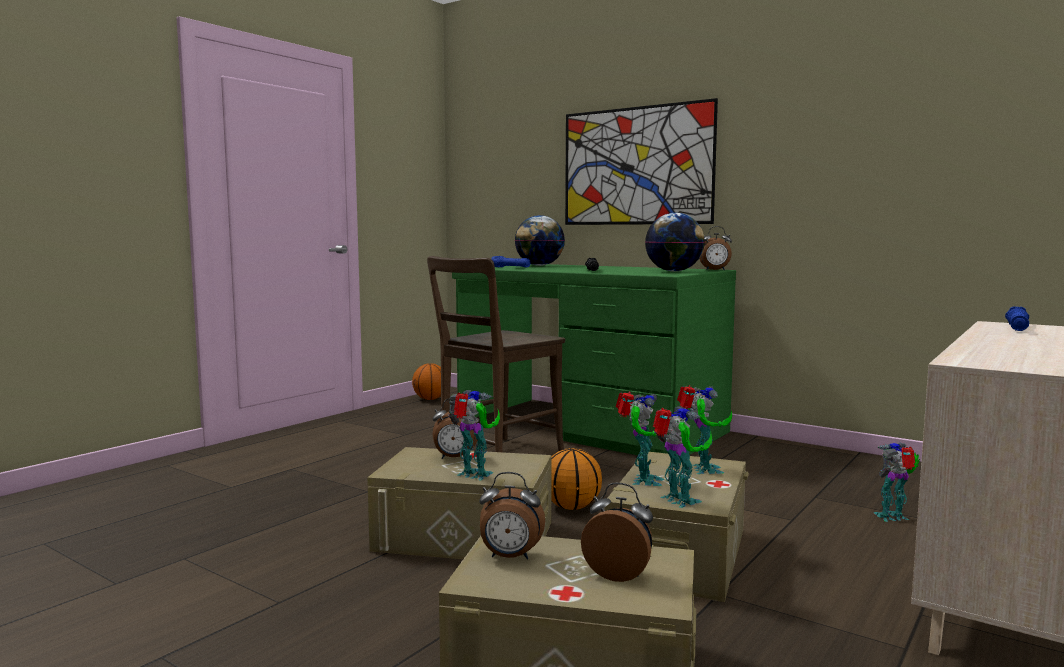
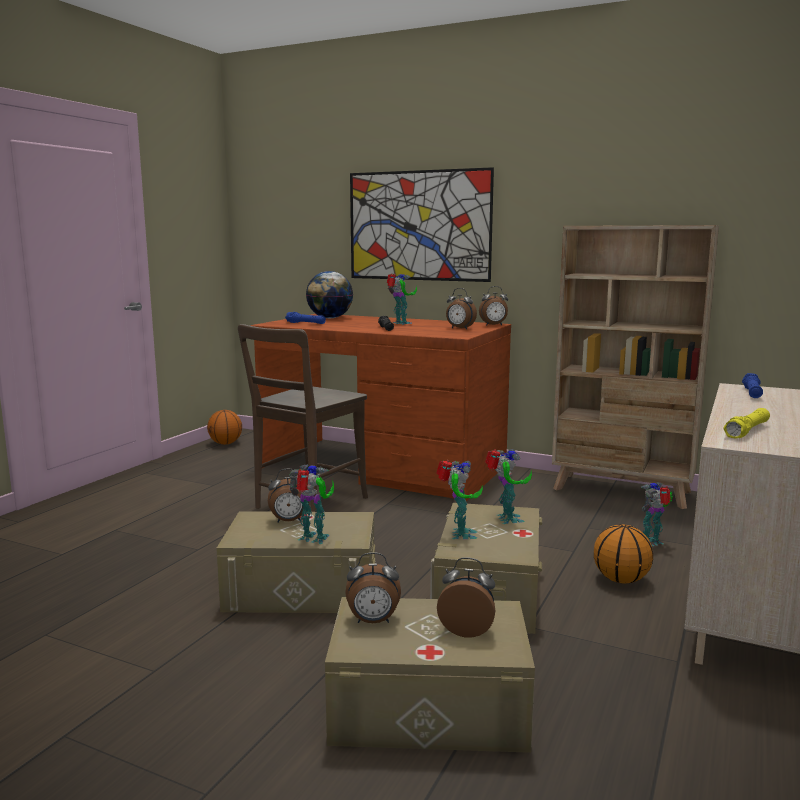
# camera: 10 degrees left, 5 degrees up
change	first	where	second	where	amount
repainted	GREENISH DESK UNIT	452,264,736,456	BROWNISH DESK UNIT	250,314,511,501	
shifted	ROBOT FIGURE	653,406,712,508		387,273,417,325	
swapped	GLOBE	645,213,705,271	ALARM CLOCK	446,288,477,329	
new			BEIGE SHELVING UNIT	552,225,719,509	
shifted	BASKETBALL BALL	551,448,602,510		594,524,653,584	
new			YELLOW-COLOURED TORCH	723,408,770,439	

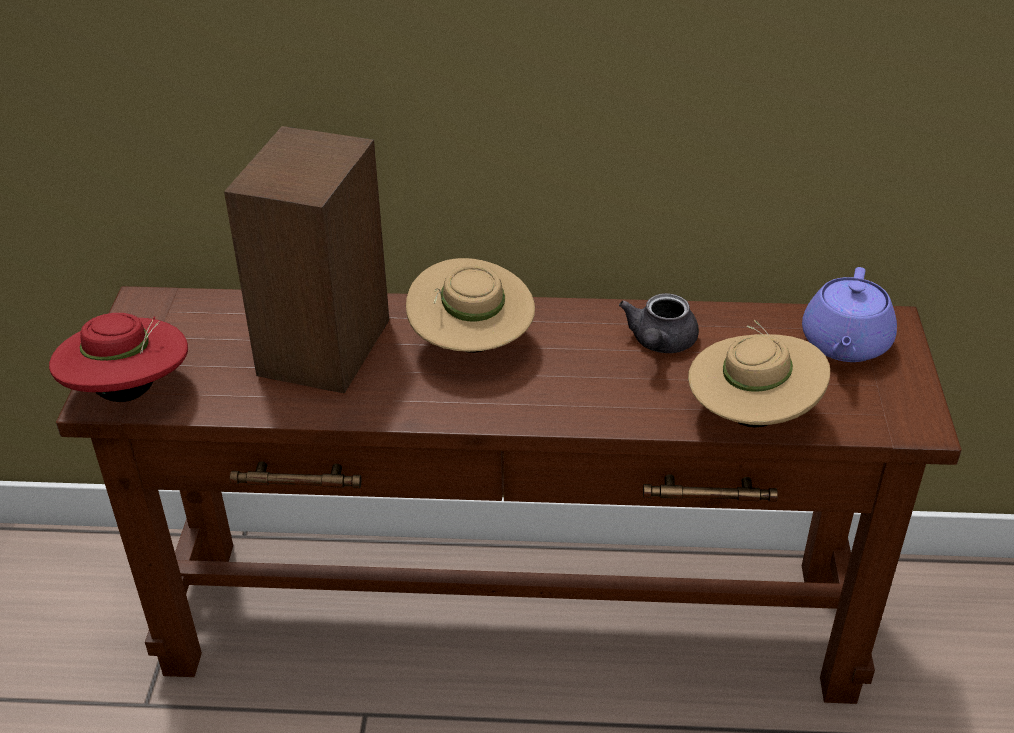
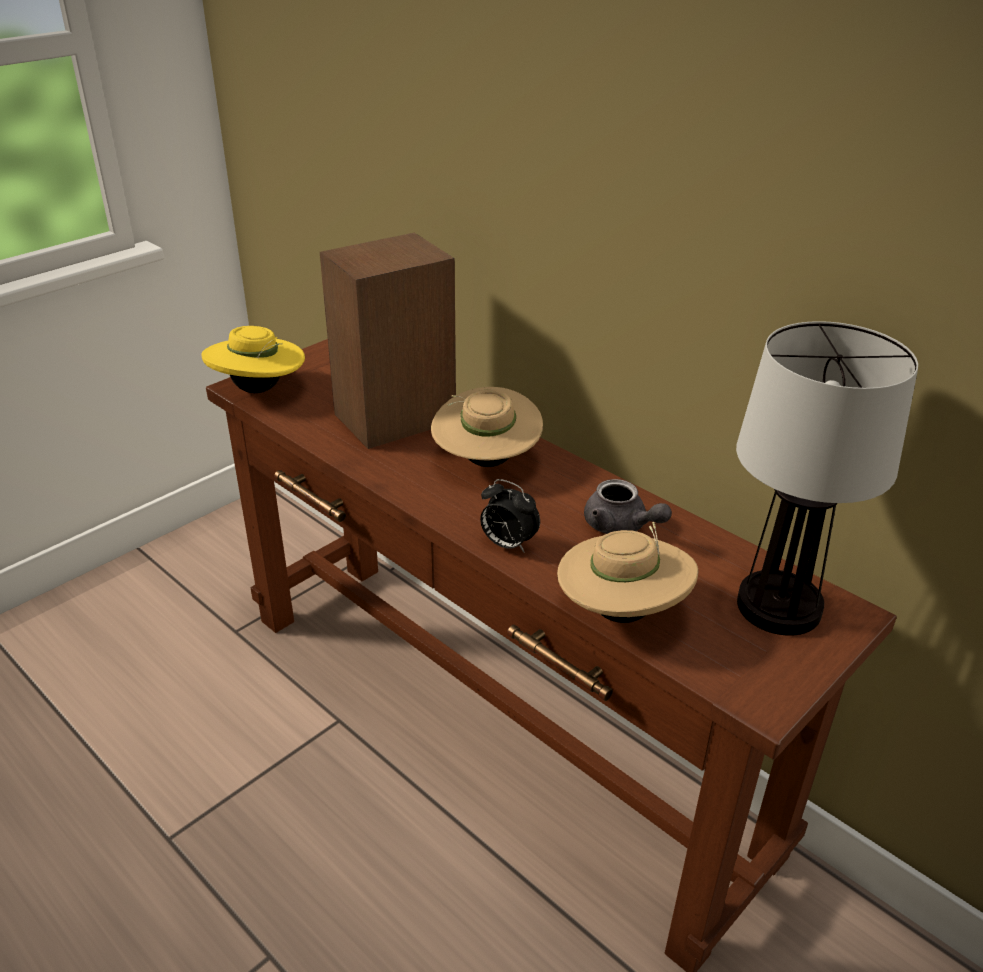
# camera: 40 degrees right, 5 degrees down
change	first	where	second	where	amount
repainted	RED WEARABLE HAT	49,313,188,402	YELLOW-COLOURED WEARABLE HAT	201,326,305,393	
new			ALARM CLOCK	480,479,540,553	
rotated	GREY TEA POT	619,293,699,353		584,479,672,534	105 degrees counterclockwise
swapped	PURPLE-COLOURED TEA POT	802,267,897,362	TABLETOP LAMP	736,321,918,636	

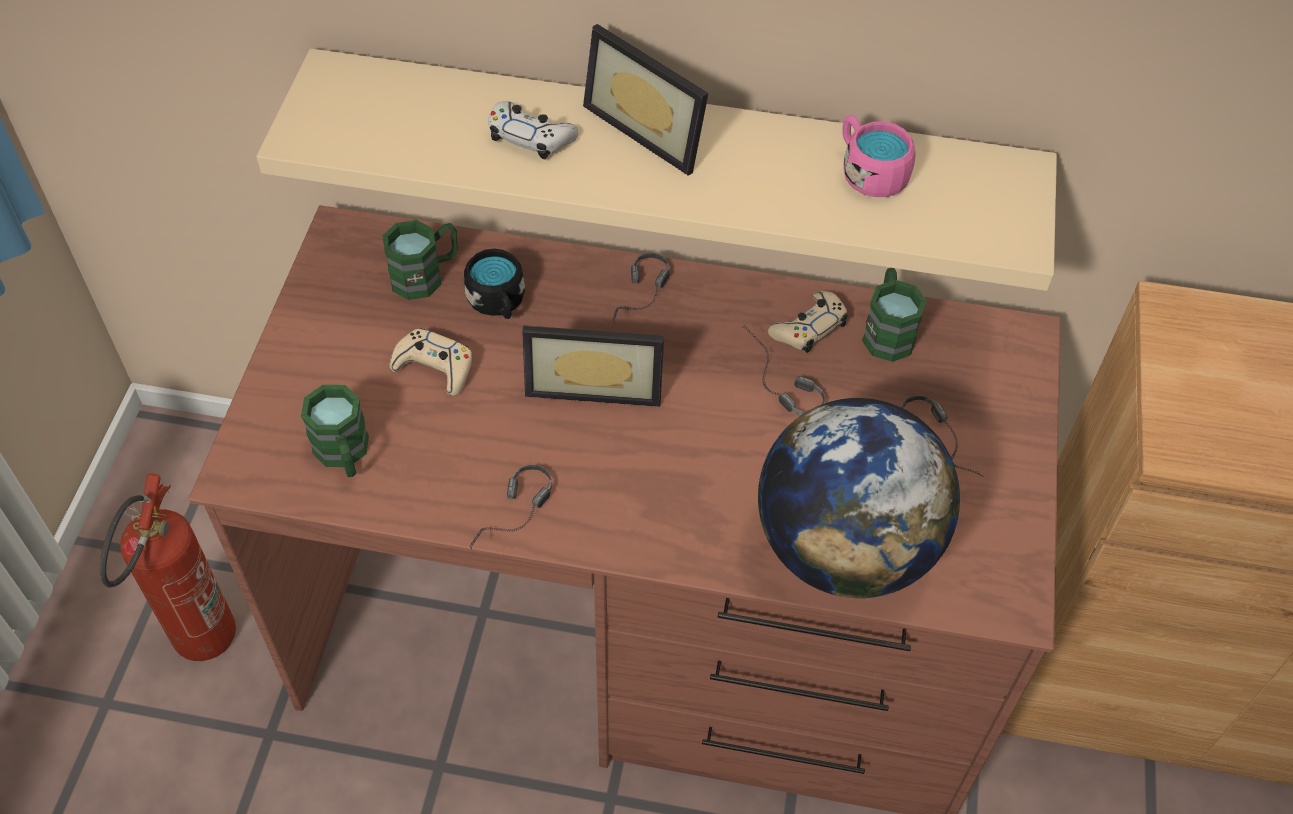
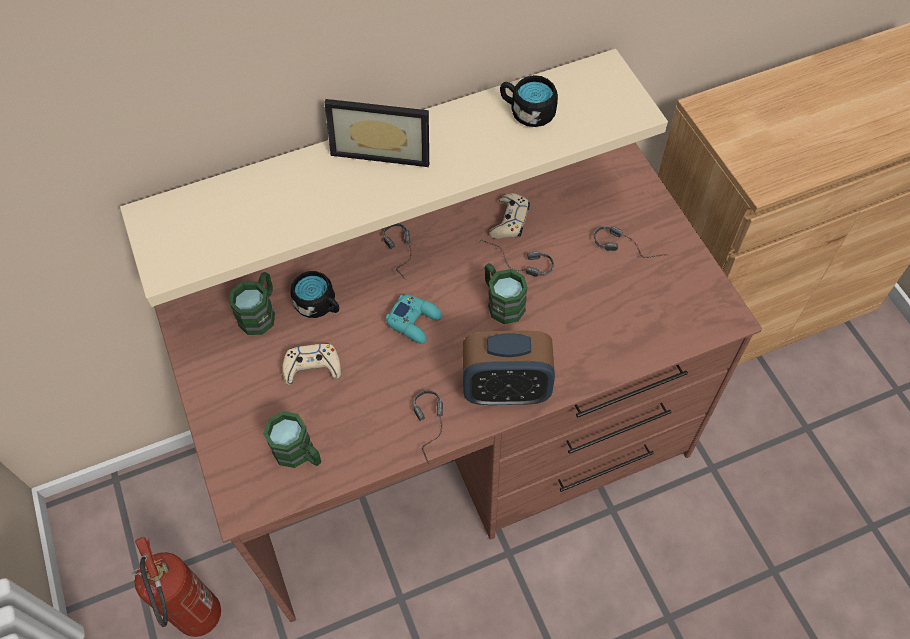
# camera: 30 degrees left, 5 degrees up
change	first	where	second	where	amount
swapped	STANDING FRAME	522,325,664,407	TURQUOISE-COLOURED GAMEPAD	386,294,442,344	
new			ALARM CLOCK	463,330,555,405	
shifted	GREENISH TEA MUG	862,268,927,362		484,263,528,324	
repainted	PINK TEA MUG	842,115,916,197	BLACK TEA MUG	500,75,558,127	
gone	WHITE-COLOURED GAMEPAD	488,101,578,159			
gone	GLOBE	758,398,960,598			

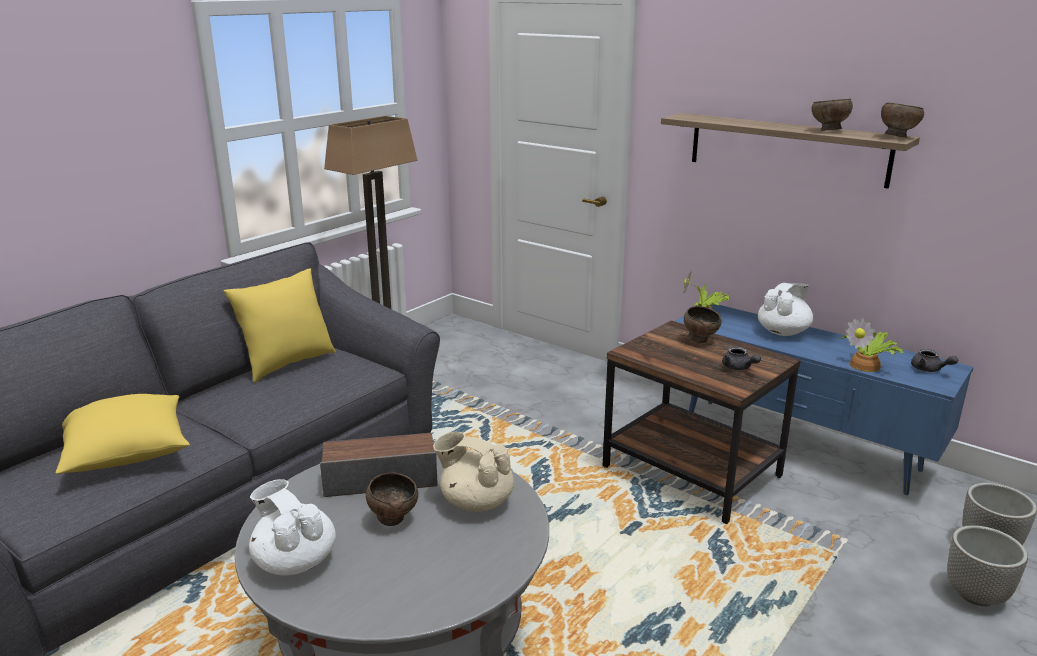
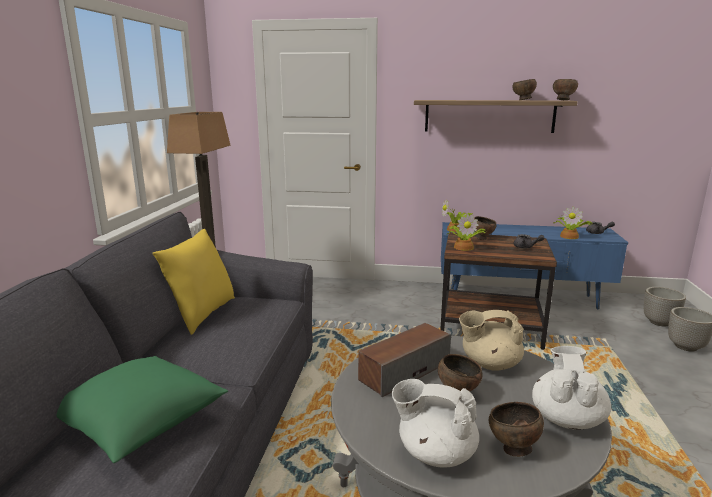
# camera: 30 degrees left, 5 degrees down
change	first	where	second	where	amount
repainted	YELLOW-COLOURED CUSHION	56,394,190,474	GREENISH CUSHION	57,356,228,463	
new			PLANT IN A POT	447,214,487,251	
new			BROWNISH DEEP DISH	489,402,544,457	
shifted	WHITE-COLOURED TEA POT	758,283,813,336		532,346,611,430	

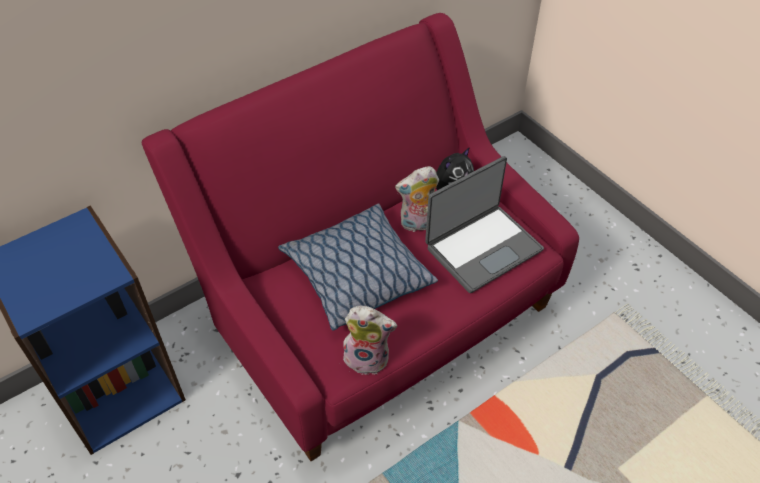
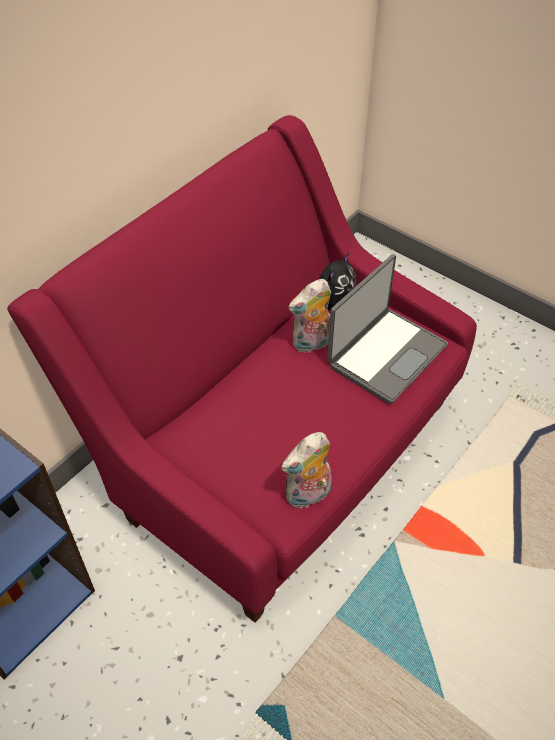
# camera: 15 degrees left, 0 degrees up
change	first	where	second	where	amount
rotated	SOFT TOY	343,305,397,375		281,432,332,508	150 degrees clockwise
gone	CUSHION	278,203,438,331			

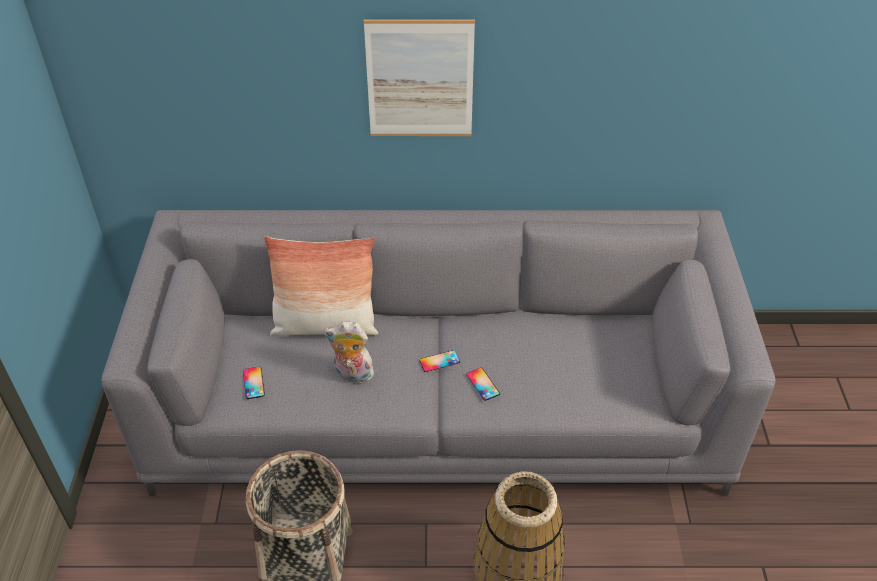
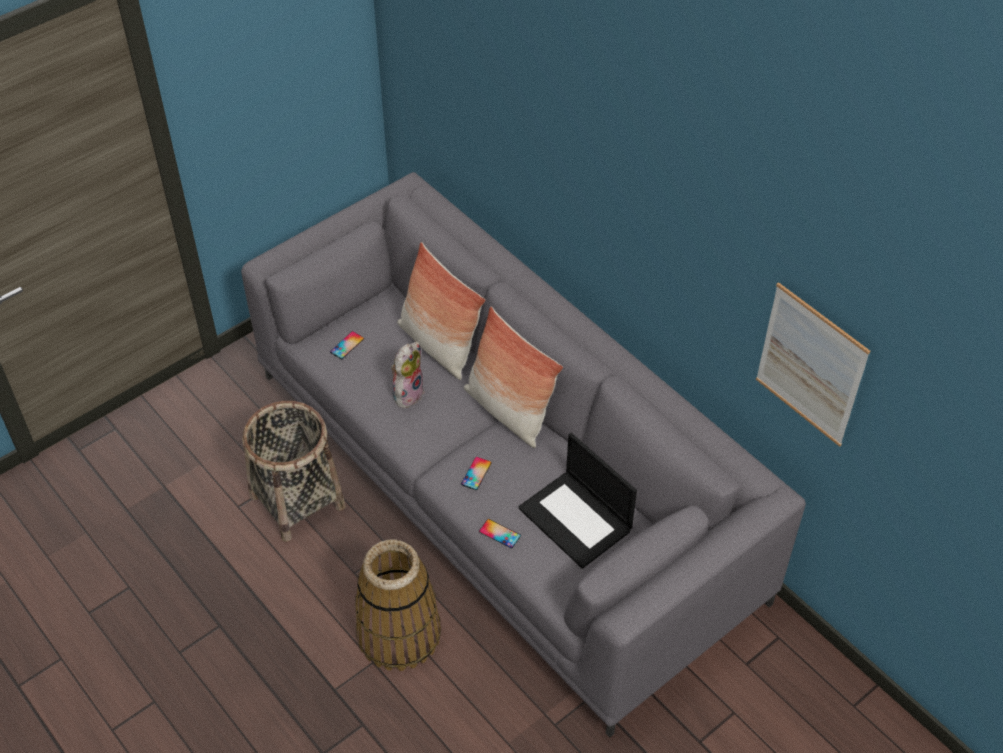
# camera: 50 degrees right, 5 degrees up
change	first	where	second	where	amount
rotated	SOFT TOY	324,322,374,384		391,342,425,408	60 degrees clockwise
new			CUSHION	464,306,563,448	
shifted	HANDSET	419,350,460,372		479,519,521,548	
new			NOTEBOOK COMPUTER	518,433,637,569	
shifted	WALL ART	364,19,475,136		756,282,870,447	

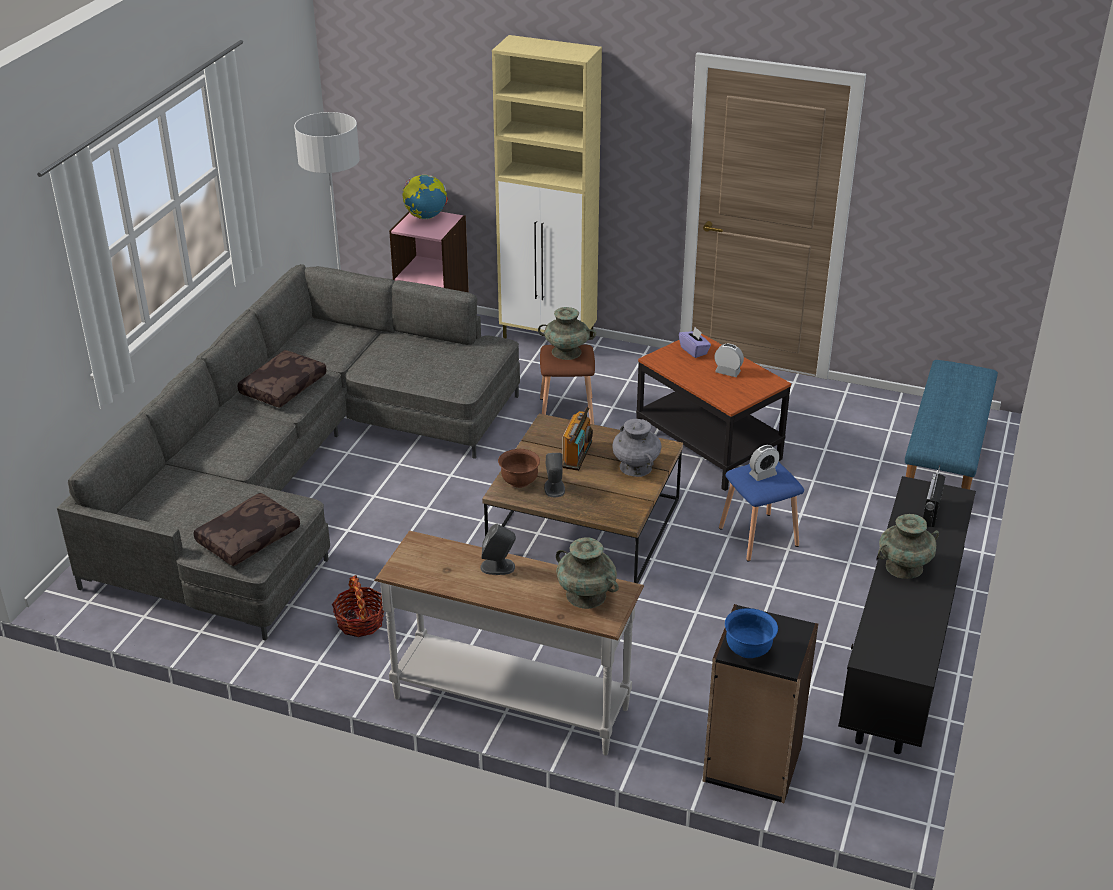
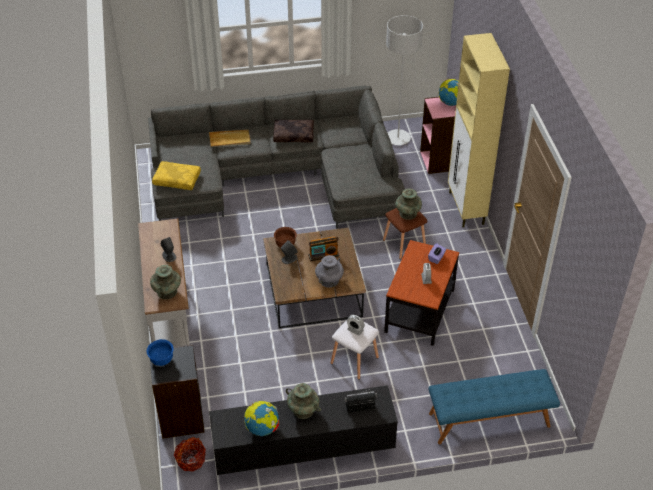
# camera: 60 degrees right, 10 degrees up
change	first	where	second	where	amount
repainted	BROWNISH CUSHION	194,493,300,566	YELLOW-COLOURED CUSHION	152,161,201,190	
shifted	STORAGE BASKET	332,575,384,637		174,437,206,471	
new			BEIGE TRAY	209,130,251,147	
new			GLOBE	244,401,279,436	
repainted	BLUE SITTING STOOL	719,462,804,562	WHITE-COLOURED SITTING STOOL	331,320,379,380	

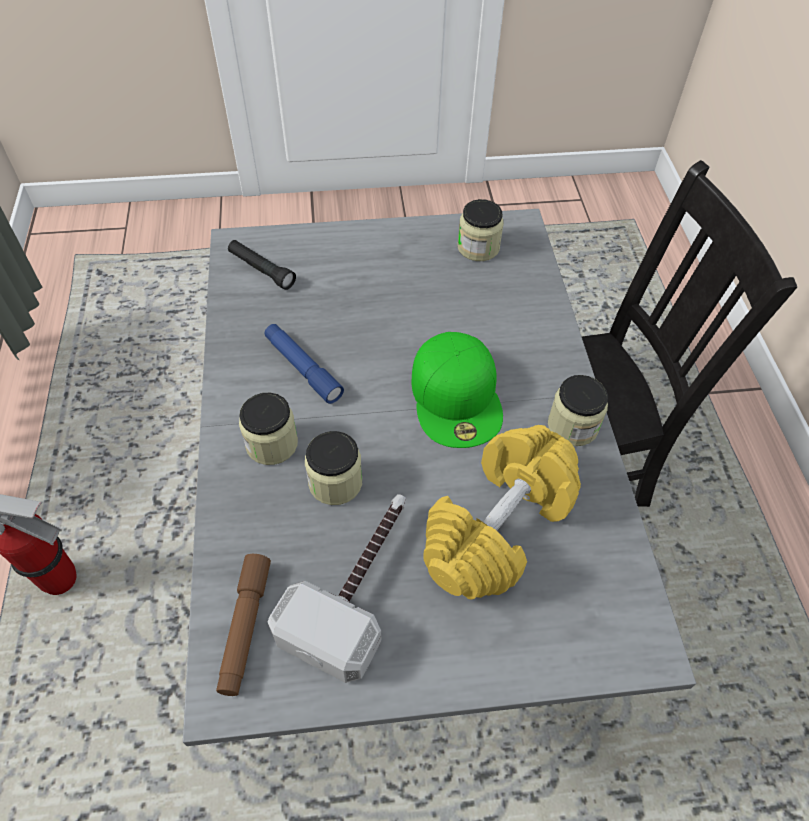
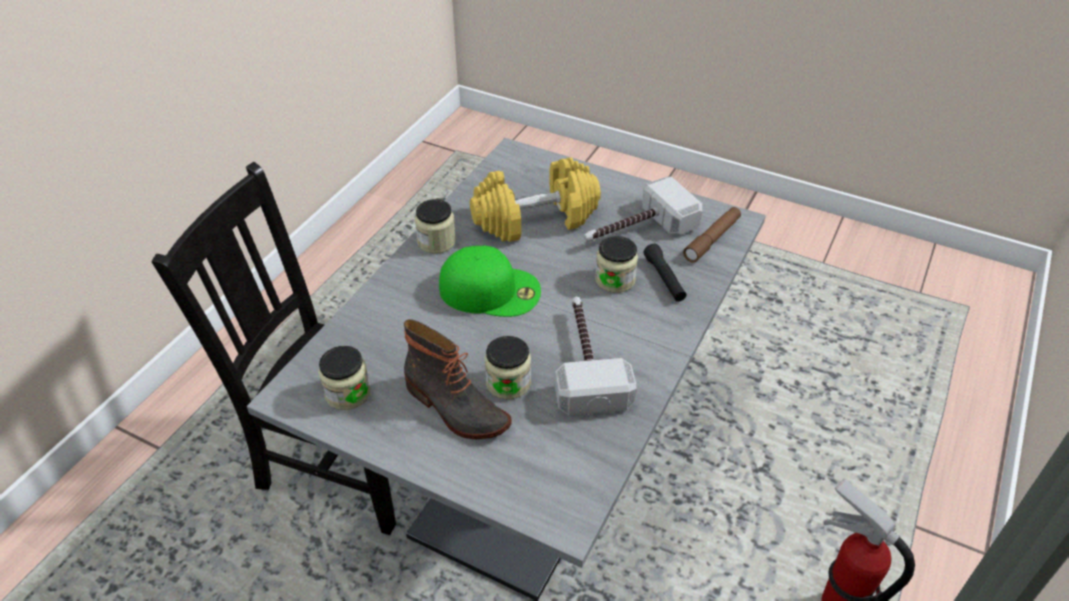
# camera: 145 degrees left, 10 degrees down
change	first	where	second	where	amount
new			TALL BOOT	403,319,512,439	
rotated	GREENISH PEAKED CAP	412,332,503,448		439,245,541,317	75 degrees clockwise
shifted	JAR	239,393,298,465		485,336,531,400	
swapped	BLUE TORCH	264,324,344,404	HAND HAMMER	555,297,637,416	
shifted	BLACK TORCH	228,240,296,290		644,244,687,302	

